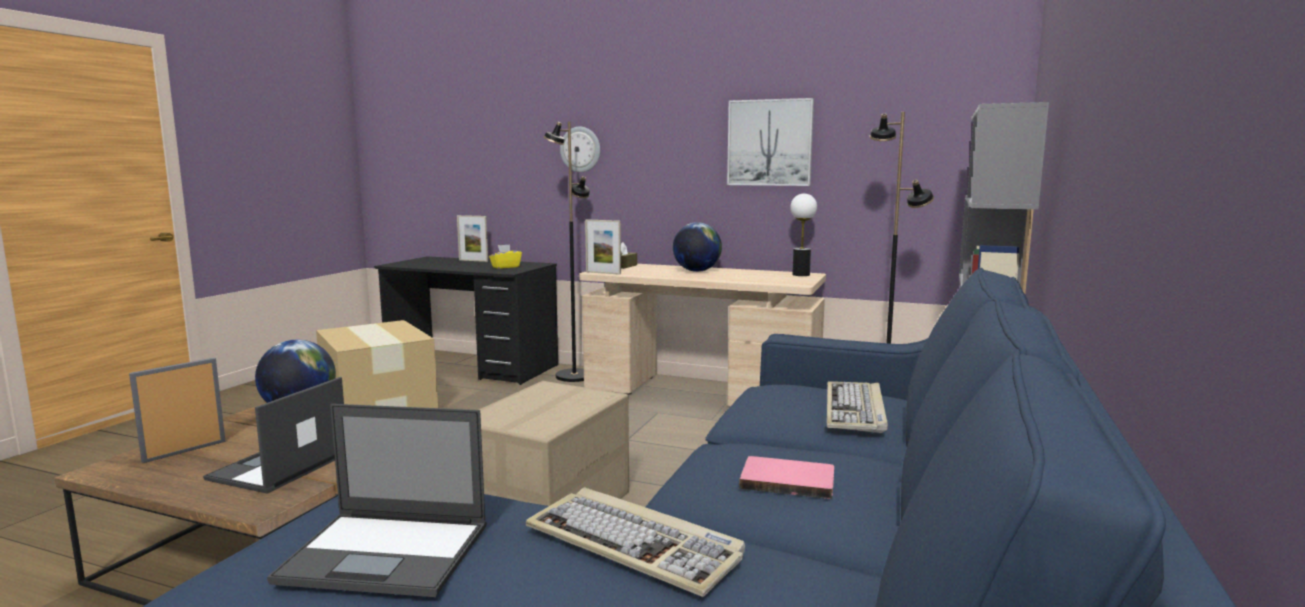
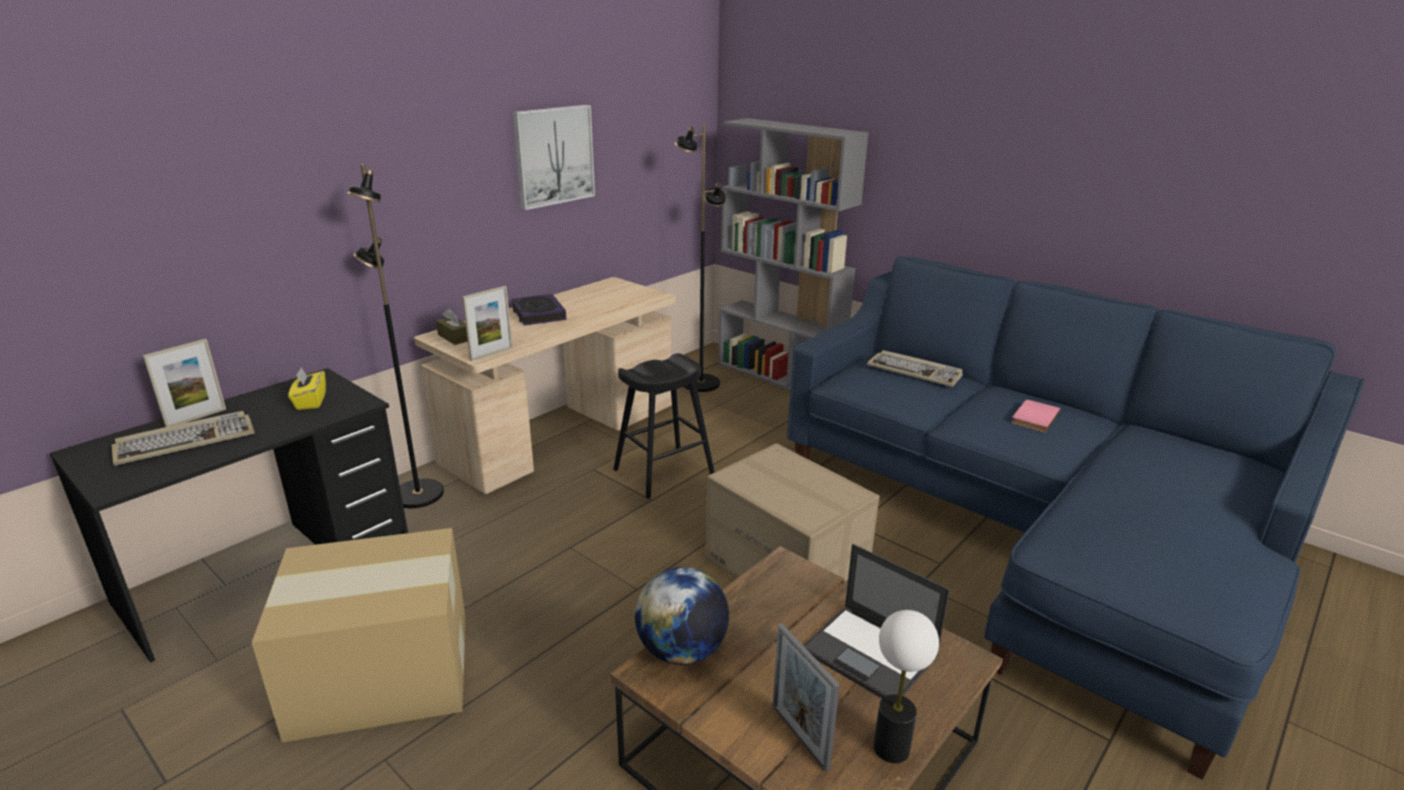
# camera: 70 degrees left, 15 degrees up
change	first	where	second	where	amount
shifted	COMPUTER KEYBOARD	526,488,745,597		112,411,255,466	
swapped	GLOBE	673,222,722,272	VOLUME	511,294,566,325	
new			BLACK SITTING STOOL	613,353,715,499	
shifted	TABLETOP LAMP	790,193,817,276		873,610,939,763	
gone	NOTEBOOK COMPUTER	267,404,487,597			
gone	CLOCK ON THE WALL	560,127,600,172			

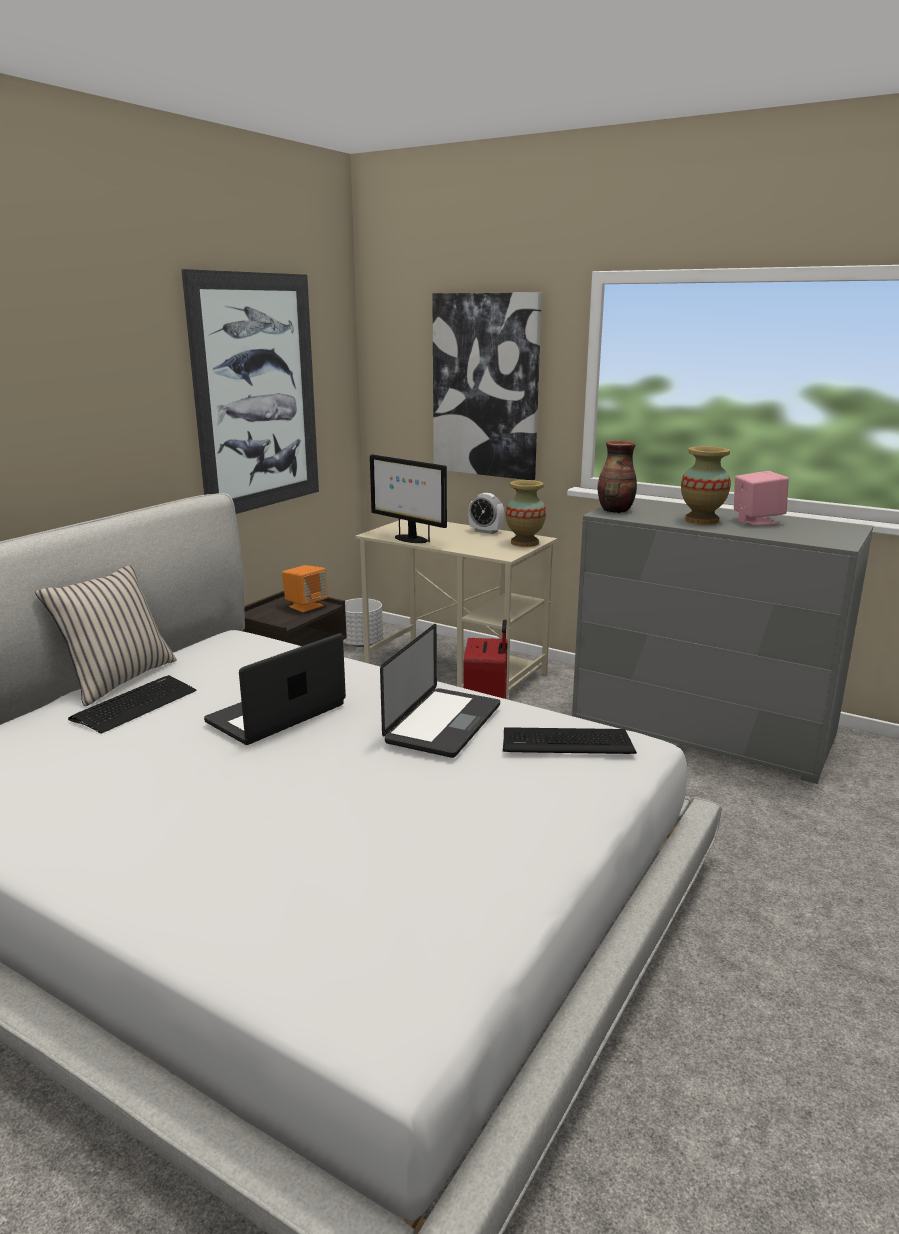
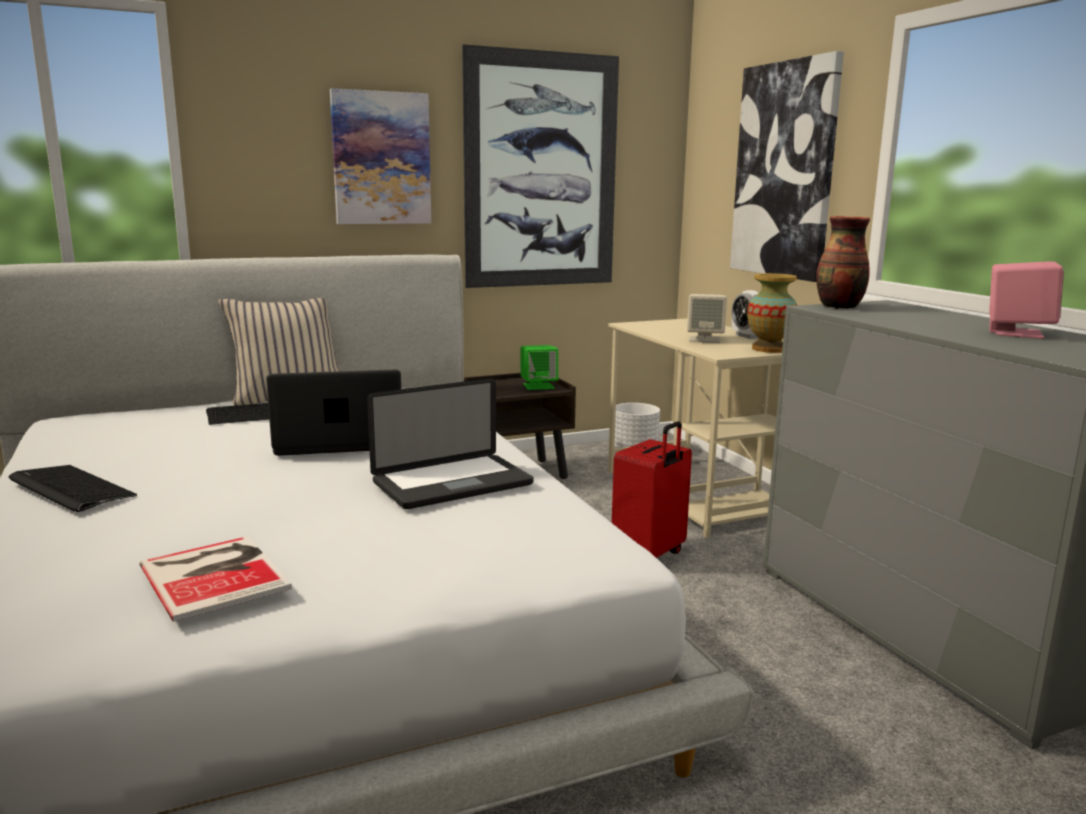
# camera: 35 degrees right, 5 degrees down
change	first	where	second	where	amount
shifted	COMPUTER KEYBOARD	503,727,637,754		8,465,137,512	
new			VOLUME	139,536,292,621	
new			WALL ART	330,88,431,224	
repainted	ORANGE LOUDSPEAKER	282,565,328,613	GREENISH LOUDSPEAKER	520,345,558,390	
new			BEIGE LOUDSPEAKER	687,294,727,343	
gone	COMPUTER DISPLAY	370,455,447,543			
gone	FLOWER VASE	681,446,731,524			

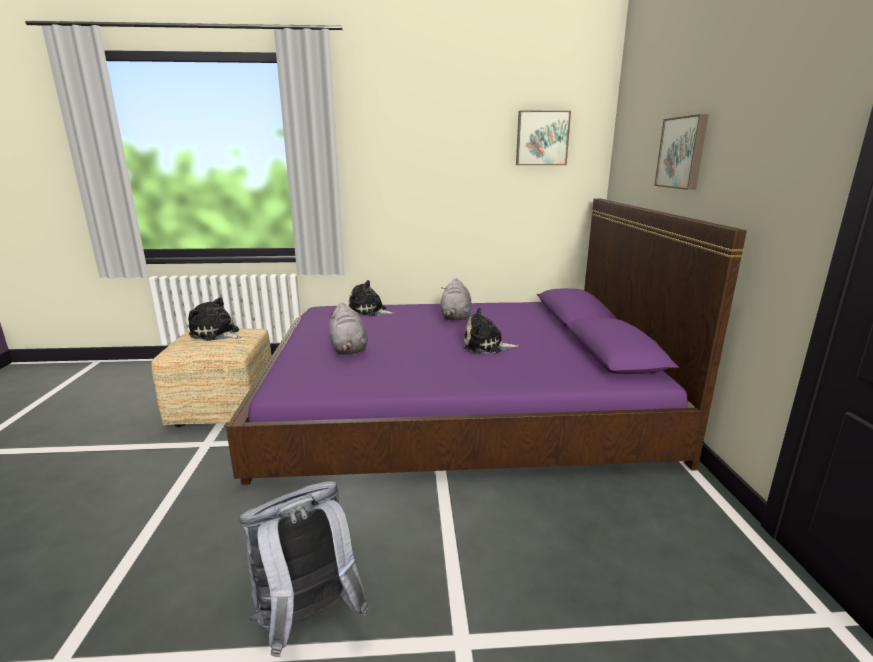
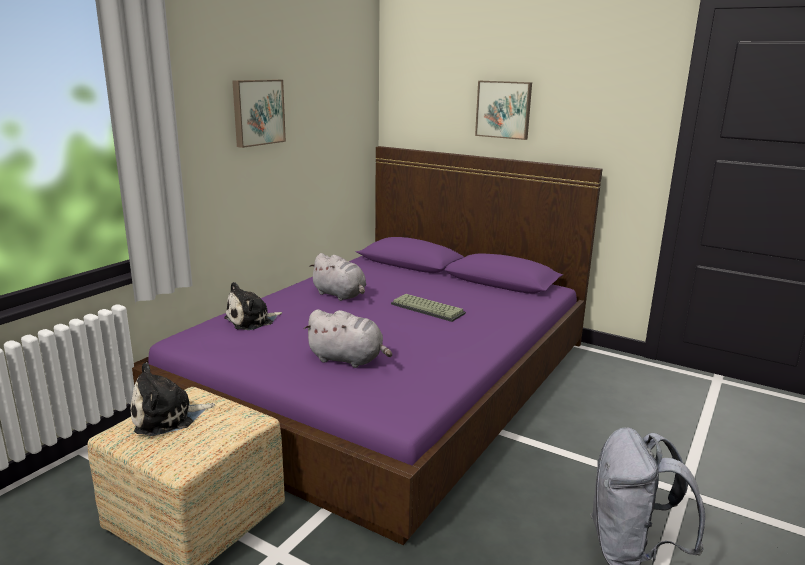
# camera: 55 degrees left, 0 degrees up
change	first	where	second	where	amount
shifted	WALL ART	516,111,571,165		232,80,286,148	
swapped	SOFT TOY	464,308,518,353	COMPUTER KEYBOARD	391,294,466,322	

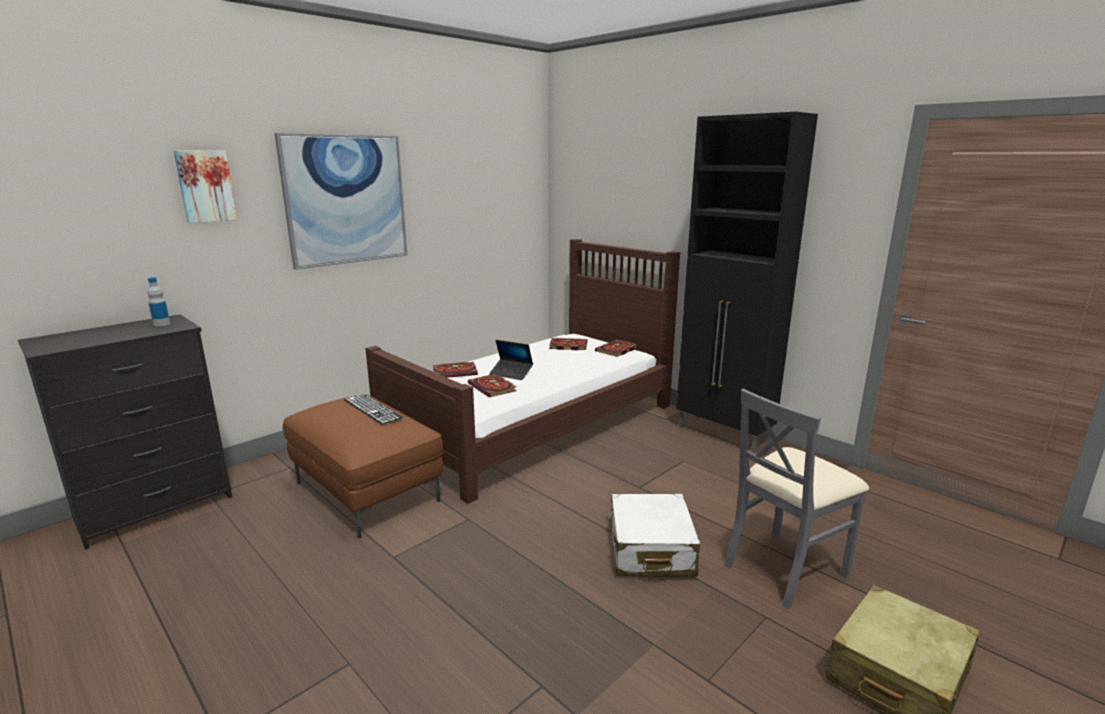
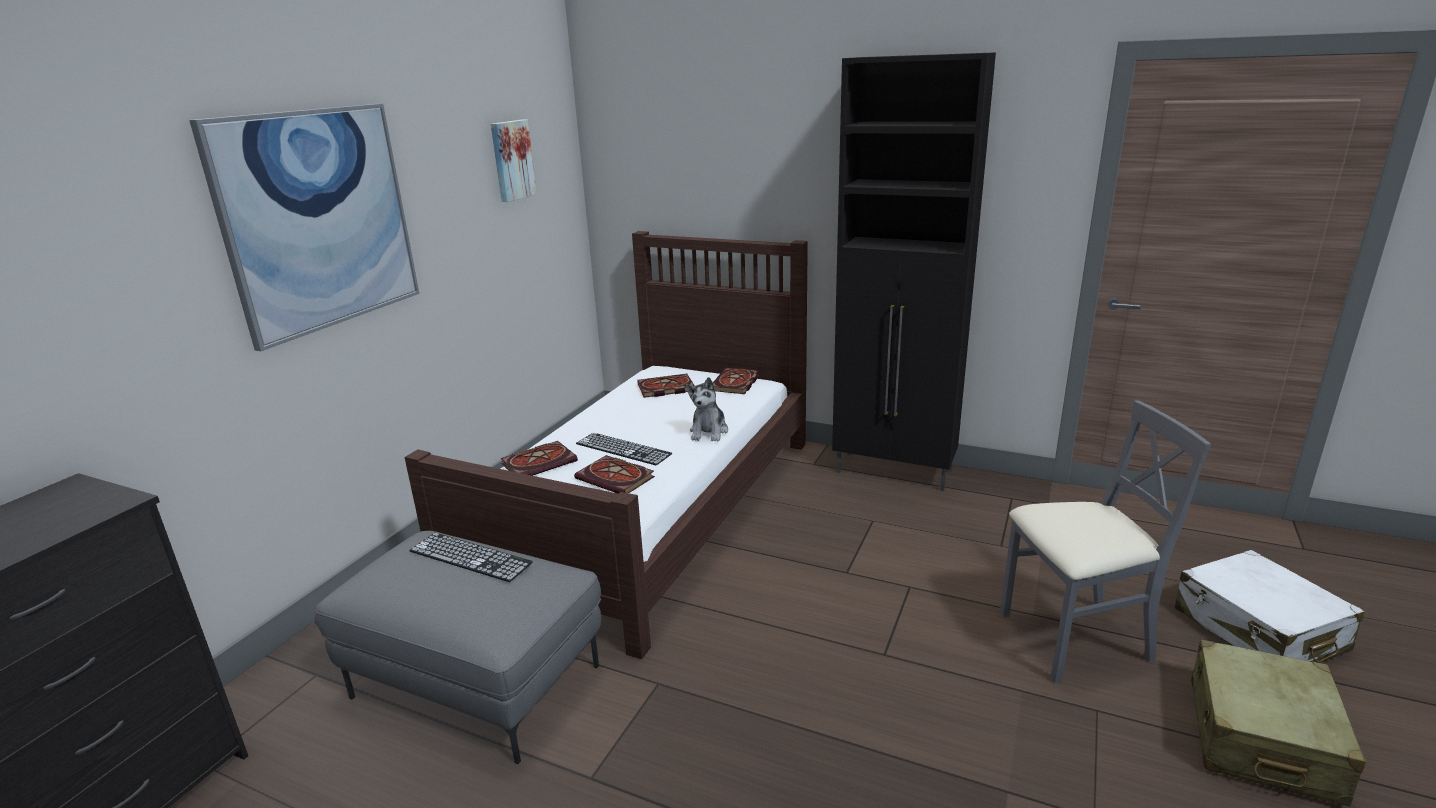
# camera: 20 degrees left, 5 degrees up
change	first	where	second	where	amount
repainted	BROWNISH OTTOMAN	283,395,443,539	GREY OTTOMAN	314,531,601,764	
shifted	WALL ART	174,150,237,223		491,120,537,202	
swapped	NOTEBOOK COMPUTER	489,340,533,380	COMPUTER KEYBOARD	576,433,672,465	
new			SOFT TOY	686,377,728,441	
rotated	GREY UPRIGHT CHAIR	724,389,869,609		1000,400,1211,683	135 degrees counterclockwise
shifted	WHITE-COLOURED TRAVEL CASE	609,494,700,577		1175,550,1365,663	
gone	BEVERAGE BOTTLE	147,277,170,326			

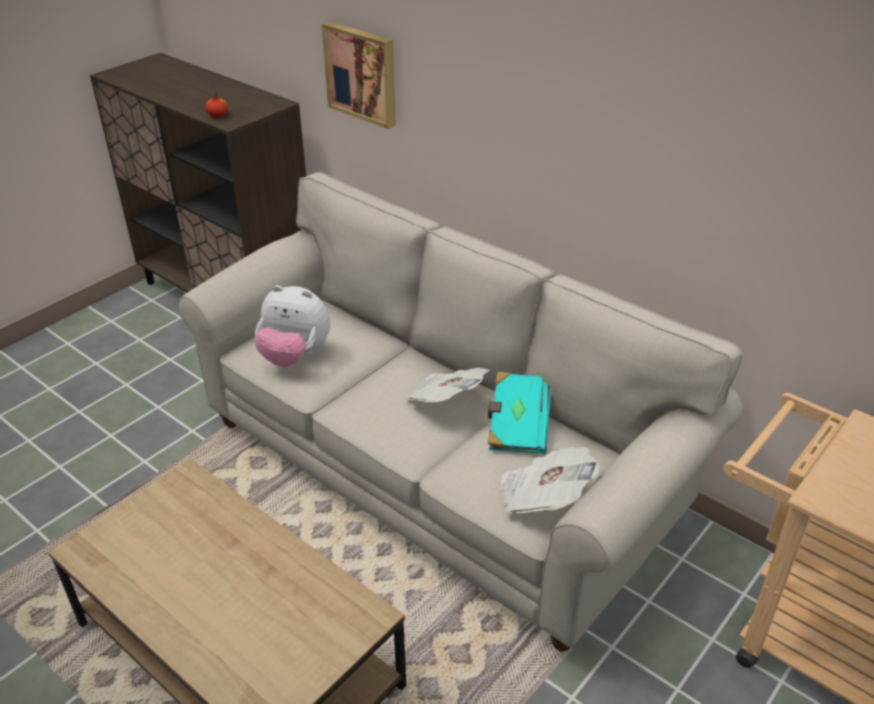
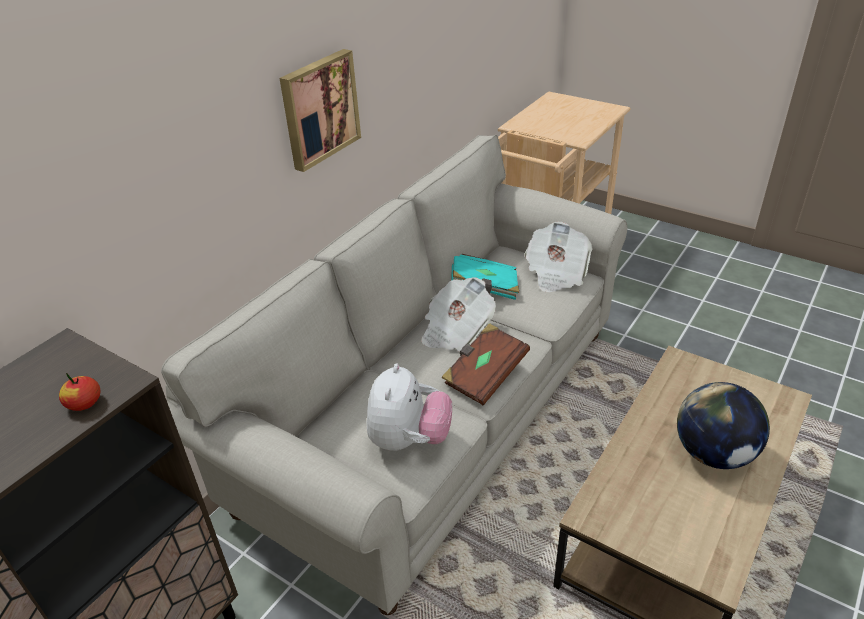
# camera: 95 degrees left, 0 degrees up
change	first	where	second	where	amount
shifted	WALL ART	321,22,396,129		280,49,361,172	
new			BROWNISH VOLUME	441,323,530,405	
new			GLOBE	677,382,770,469	

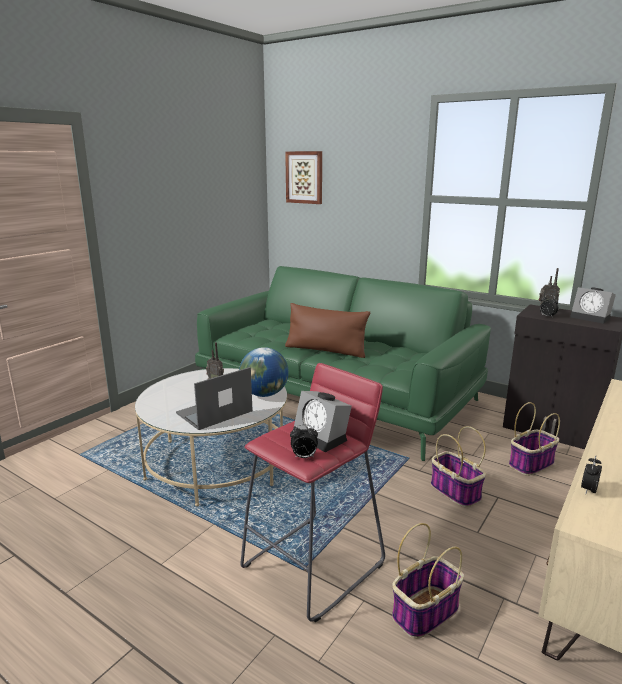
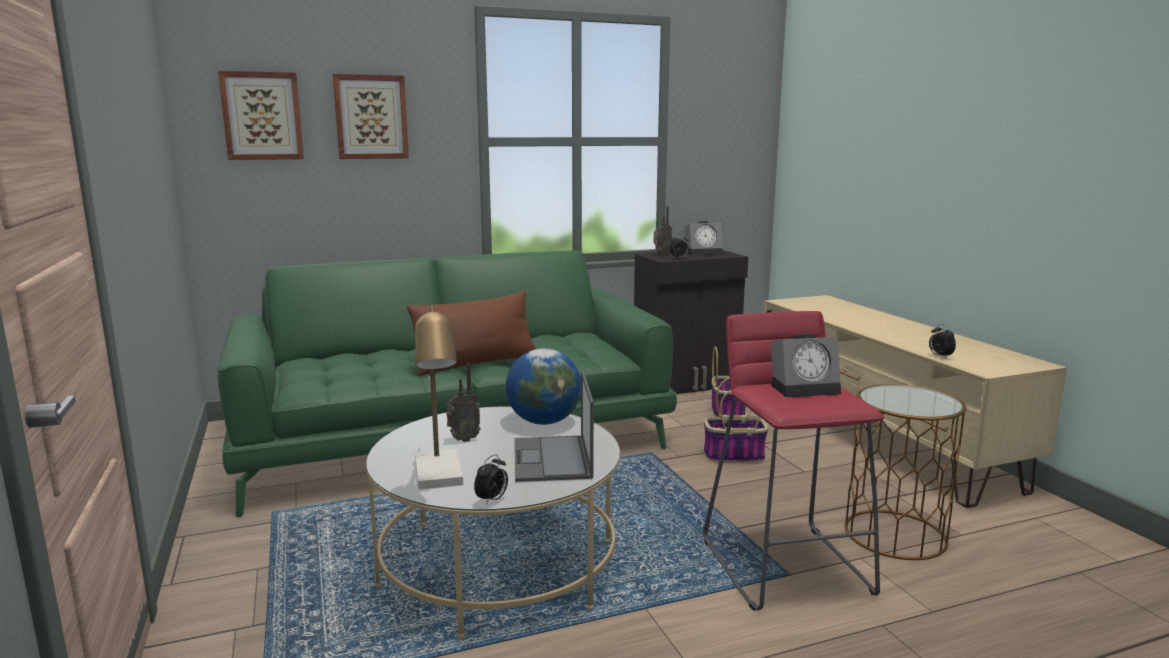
# camera: 55 degrees left, 5 degrees down
change	first	where	second	where	amount
new			WALL ART	333,74,409,159	
new			TABLETOP LAMP	415,306,463,490	
shifted	ALARM CLOCK	290,425,318,458		474,454,508,505	
swapped	STORAGE BASKET	392,523,464,639	BROWNISH ACCENT TABLE	845,384,966,560	

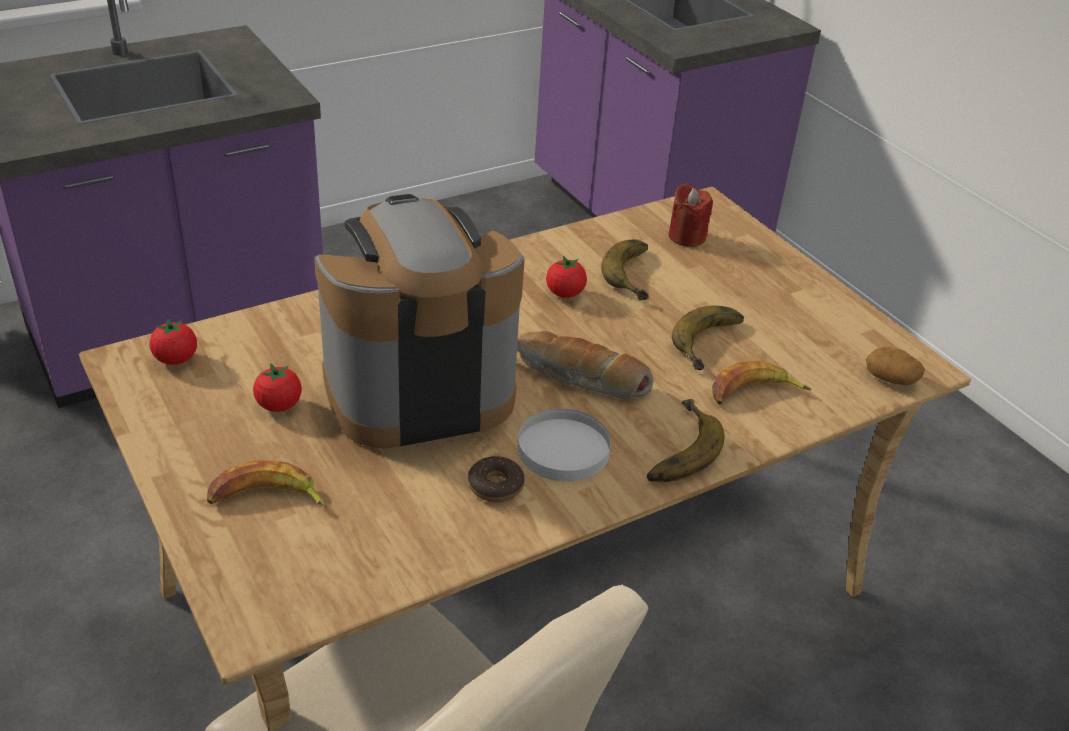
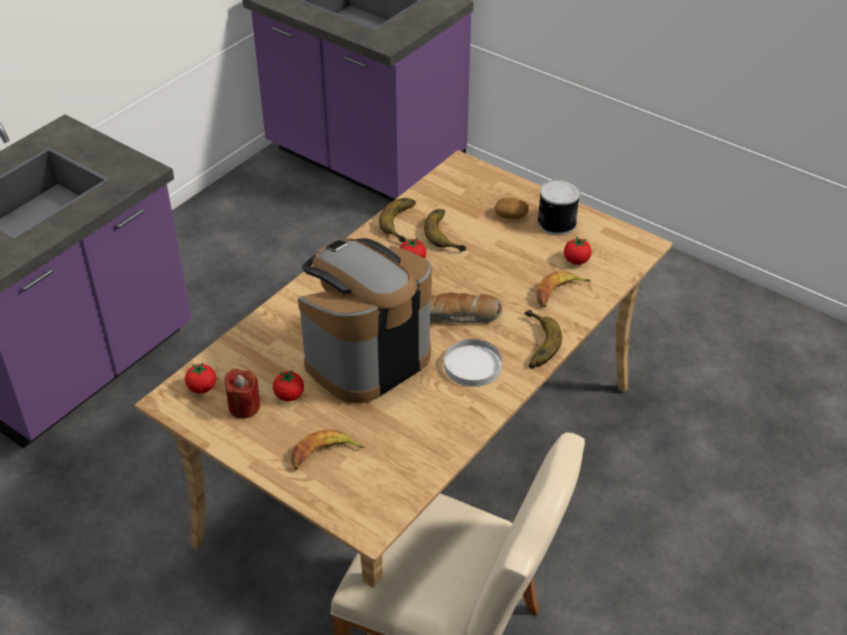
# camera: 20 degrees left, 5 degrees up
change	first	where	second	where	amount
shifted	RED CANDLE	669,183,713,247		224,369,260,418	
shifted	WHOLE BANANA	672,306,744,370		379,198,416,242	
shifted	WHOLE POTATO	866,347,925,385		494,197,529,219	
new			SEALED CAN	537,179,580,235	
new			TOMATO	564,236,592,265	
gone	DOUGHNUT	468,456,525,502			

